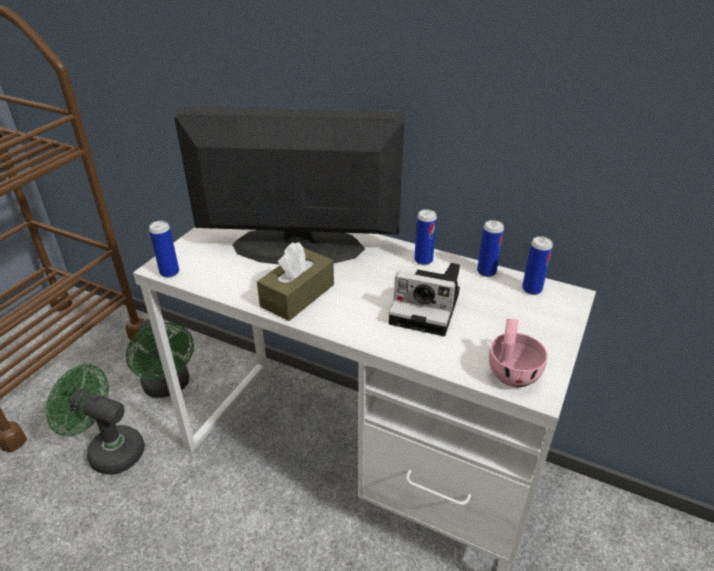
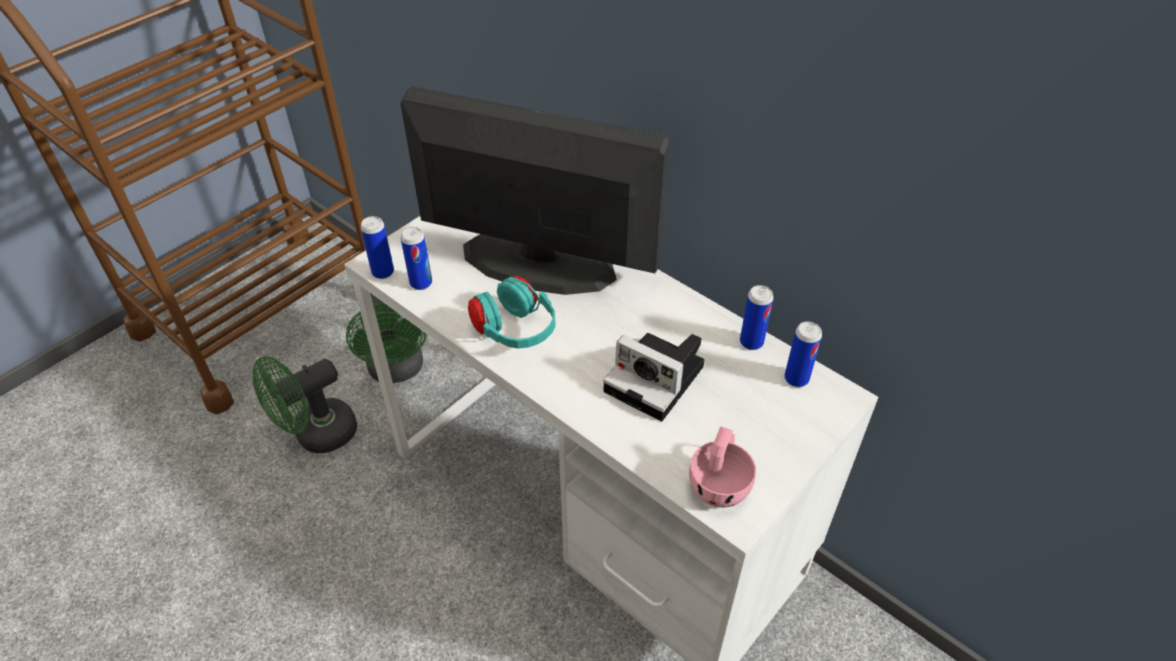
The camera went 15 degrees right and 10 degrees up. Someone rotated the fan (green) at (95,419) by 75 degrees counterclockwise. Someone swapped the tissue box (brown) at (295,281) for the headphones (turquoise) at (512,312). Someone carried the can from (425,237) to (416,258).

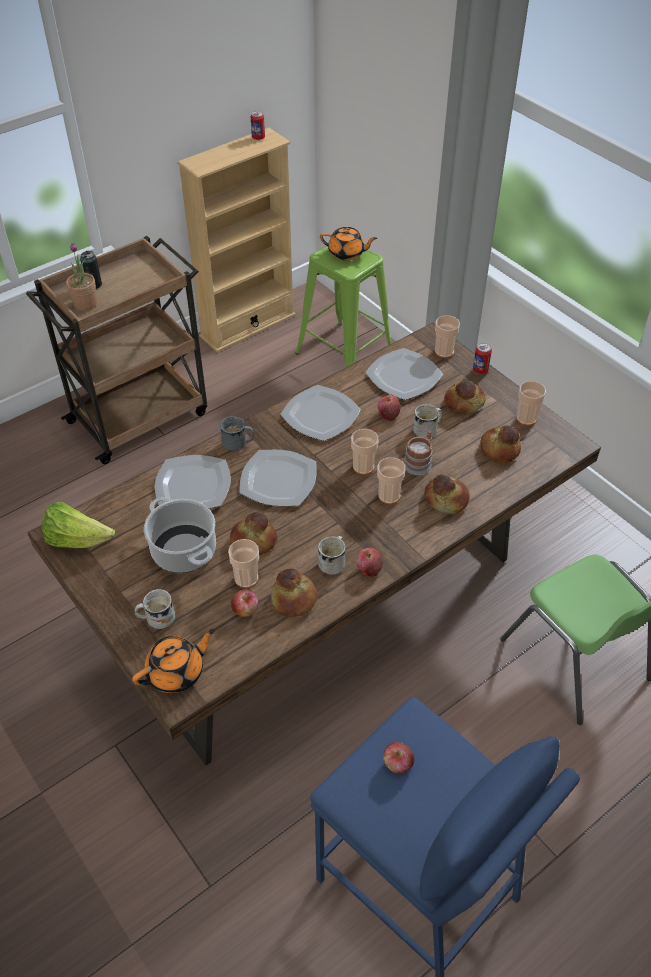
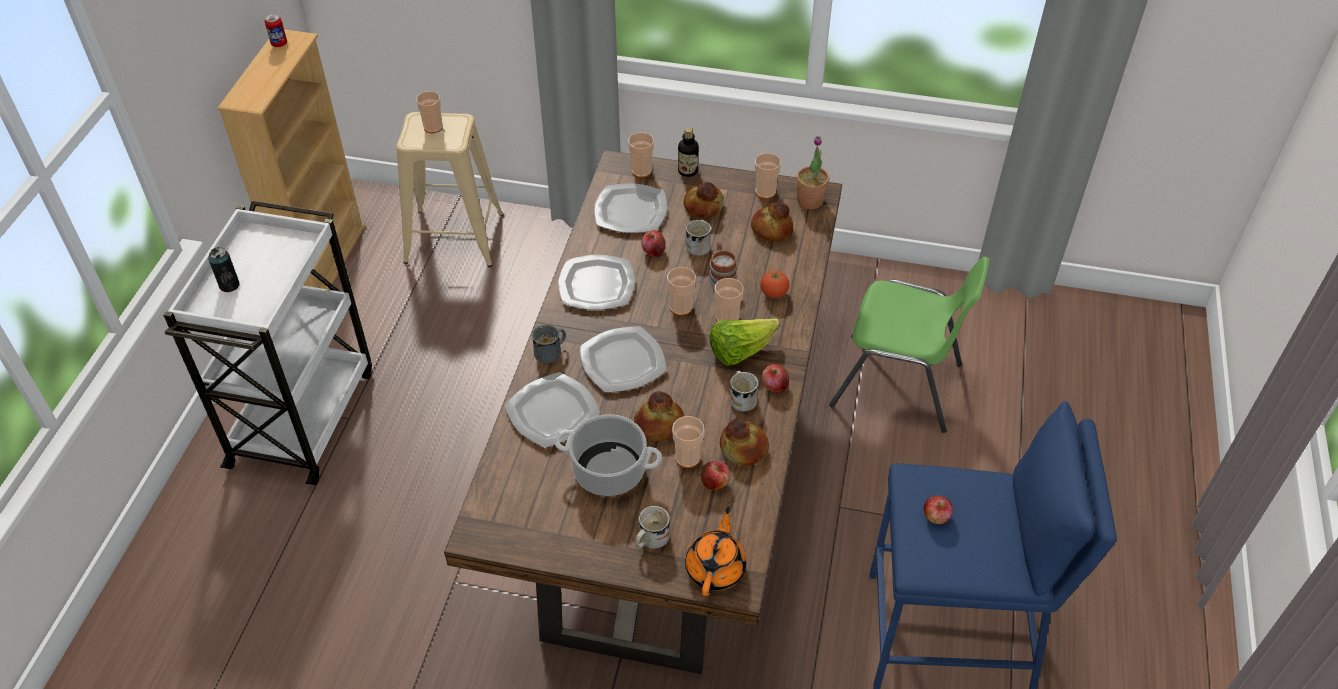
The camera went 40 degrees left and 0 degrees up. Someone repainted the cart (brown) at (116,350), which became the cart (white) at (267,343). Someone carried the lettuce from (78,525) to (744,342). Someone carried the potted plant from (81,277) to (813,172). Someone repainted the stool (green) at (343,306), which became the stool (beige) at (449,189). Someone swapped the teapot (orange) at (348,244) for the cup at (429,112). Someone swapped the bread at (447,494) for the tomato at (774,284). Someone swapped the can at (482,358) for the bottle at (688,152).

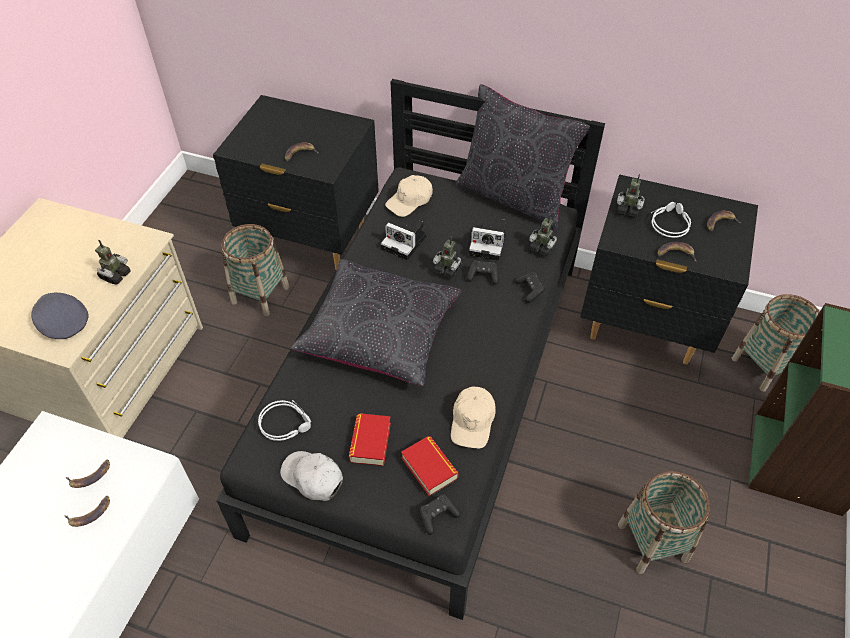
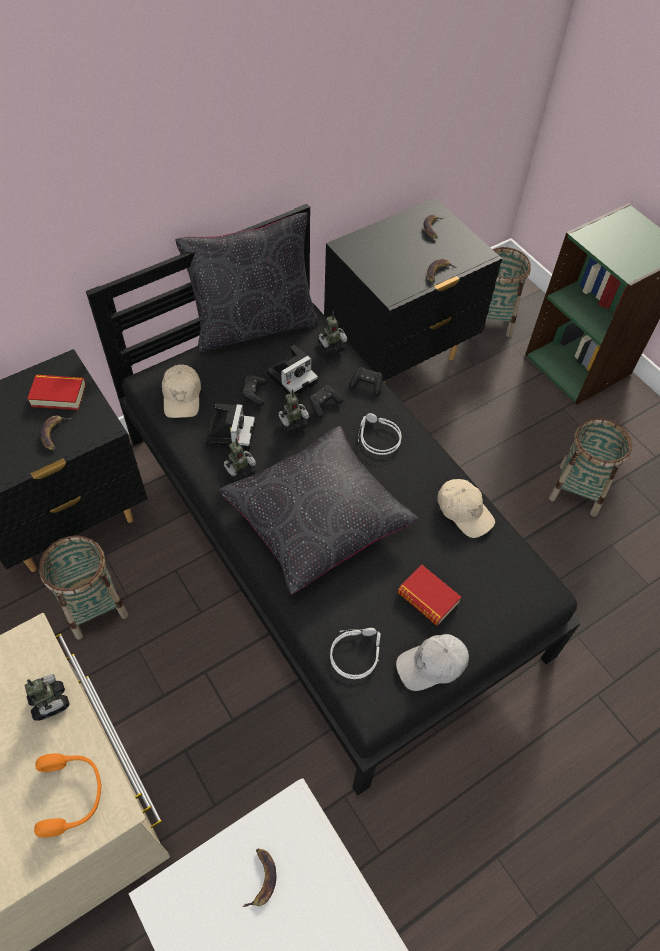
The camera went 55 degrees left and 5 degrees up. Someone swapped the cap (grey) at (60,316) for the headphones (orange) at (68,795). Someone took away the banana at (87,511). Someone rotated the photo camera at (404,240) by 60 degrees counterclockwise. Someone carried the book from (430,466) to (56,392). Someone carried the game controller (black) from (440,514) to (254,390). Someone carried the toy robot from (631,196) to (239,460). Someone carried the headphones (grey) from (671,220) to (380,434).

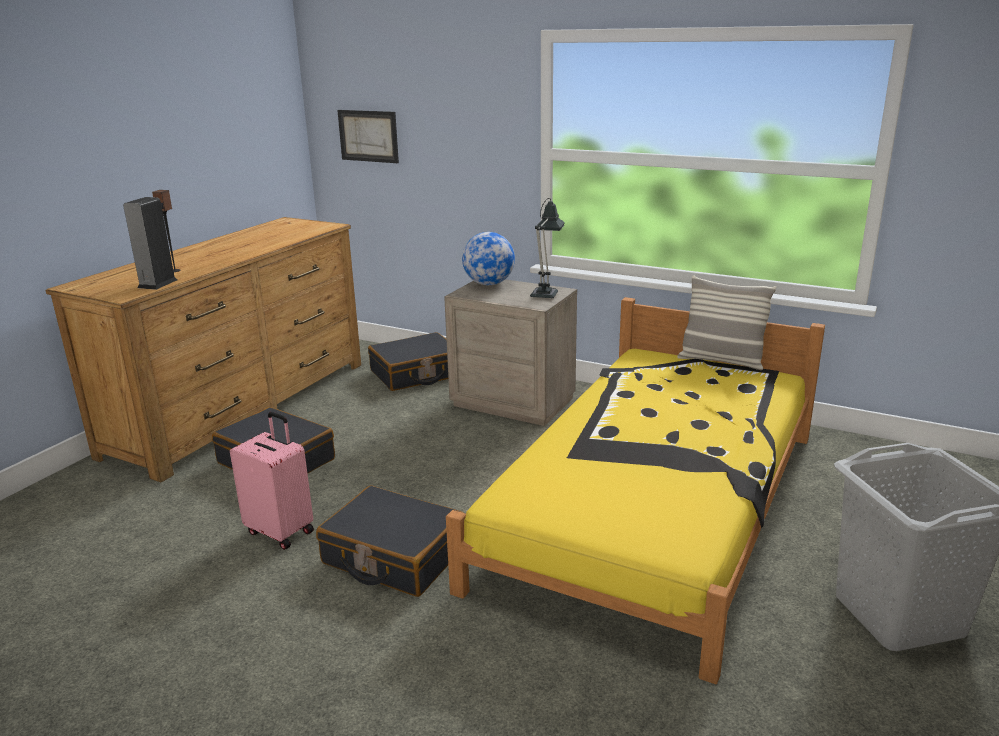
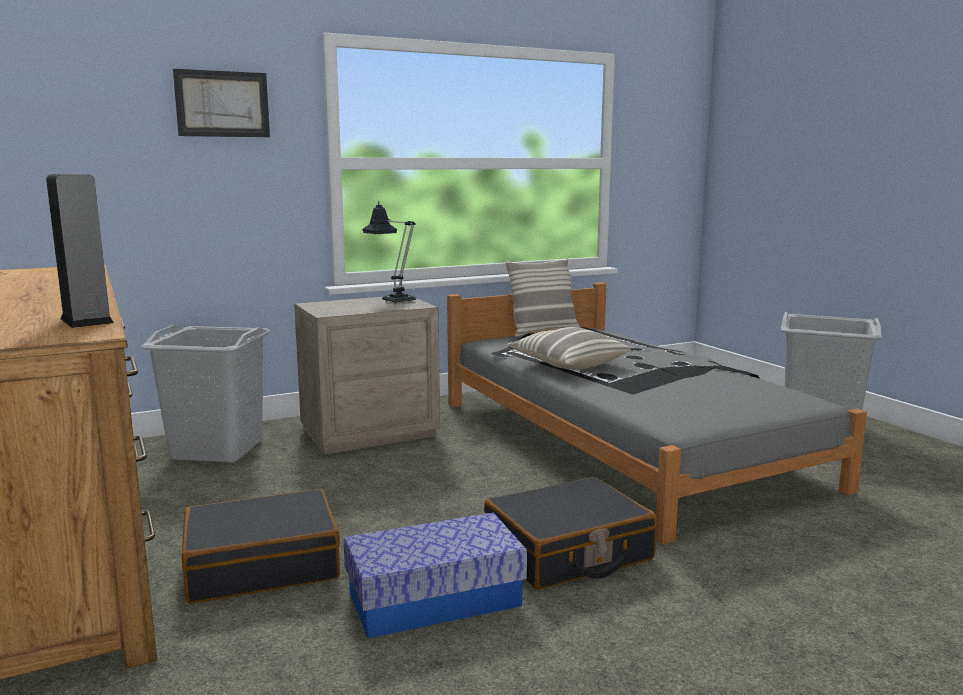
The camera went 55 degrees left and 10 degrees down. Someone took away the speaker at (166,231). Someone swapped the suitcase (pink) at (272,481) for the storage box at (435,575). Someone carried the picture from (368,136) to (221,103). Someone swapped the suitcase (black) at (408,361) for the laundry basket (grey) at (205,394). Someone repainted the bed (yellow) at (635,490), which became the bed (grey) at (657,414). Someone took away the globe at (488,258). Someone put down the pillow at (569,348).

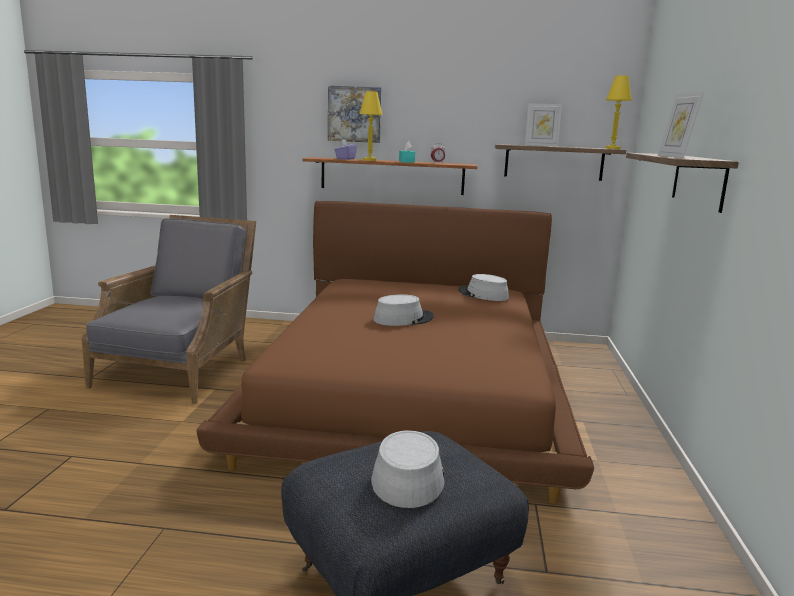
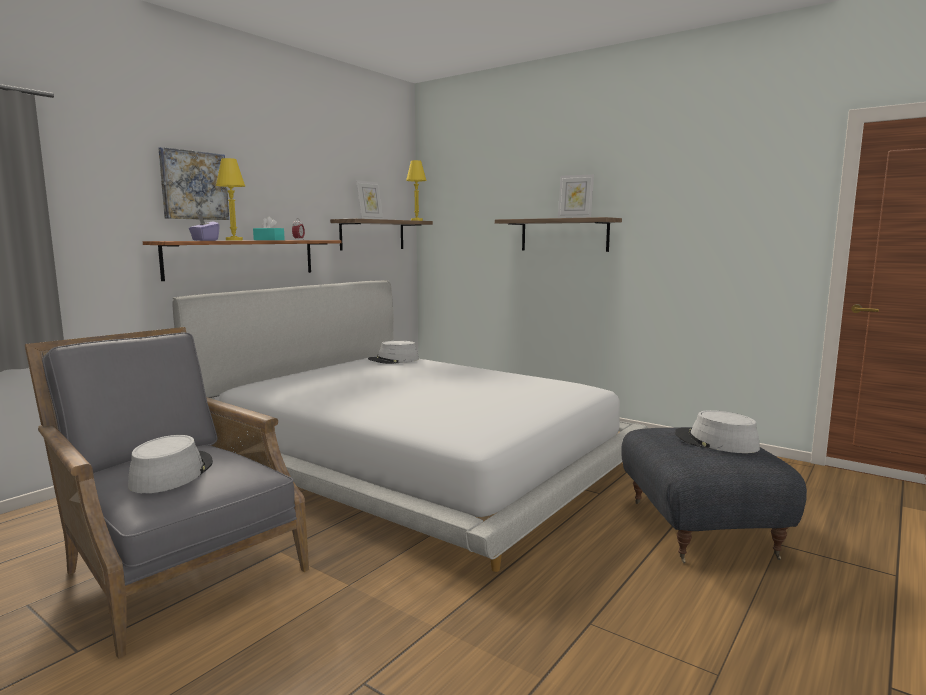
The camera went 60 degrees left and 5 degrees down. Someone repainted the bed (brown) at (395,352), which became the bed (white) at (410,426). Someone carried the hat (grey) from (404,310) to (170,464).

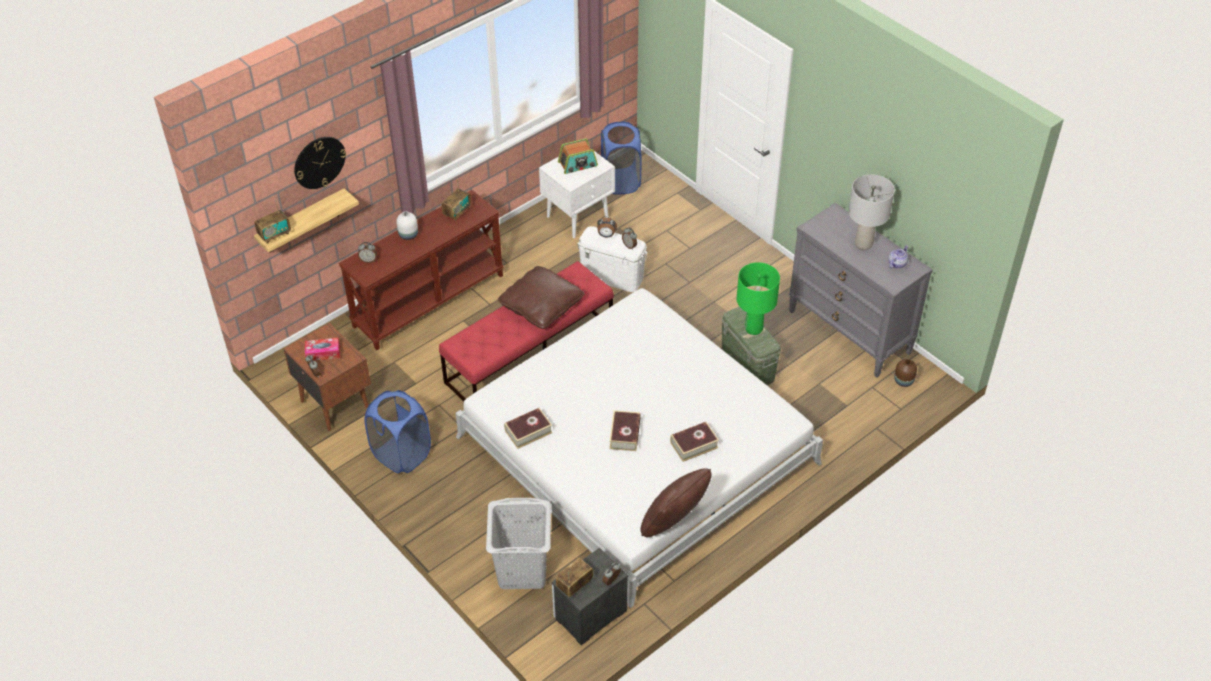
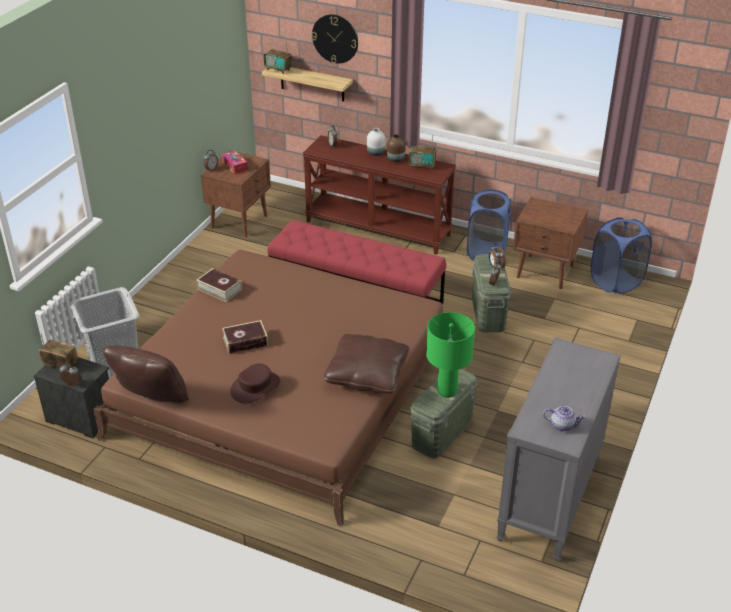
The camera went 65 degrees right and 10 degrees down. Someone carried the laundry basket (blue) from (397,431) to (489,225). Someone repainted the bed (white) at (639,448), which became the bed (brown) at (268,388). Someone carried the pillow (brown) from (541,297) to (366,364). Someone repainted the nightstand (white) at (577,194), which became the nightstand (brown) at (550,243). Someone took away the radio at (578,156). Someone repainted the storage box (white) at (612,259), which became the storage box (green) at (491,293). Someone swapped the book at (694,442) for the hat (brown) at (255,383). Someone took away the table lamp (grey) at (871,212). Someone carried the vase (brown) from (905,373) to (396,148).

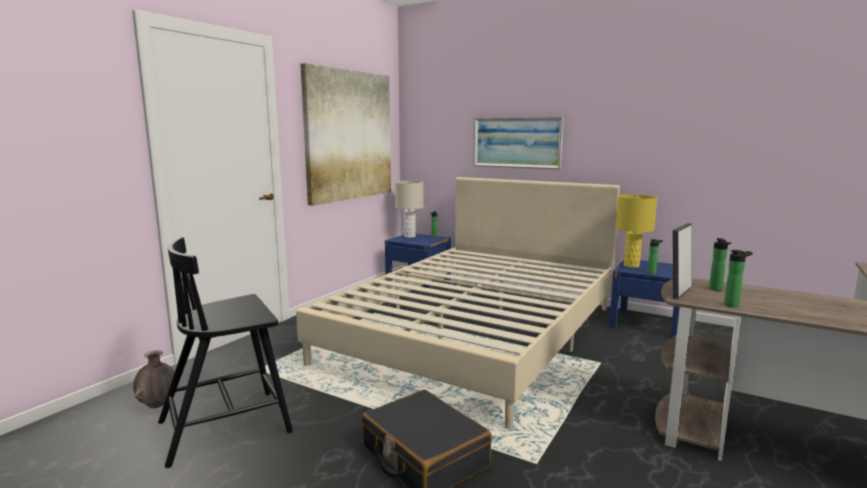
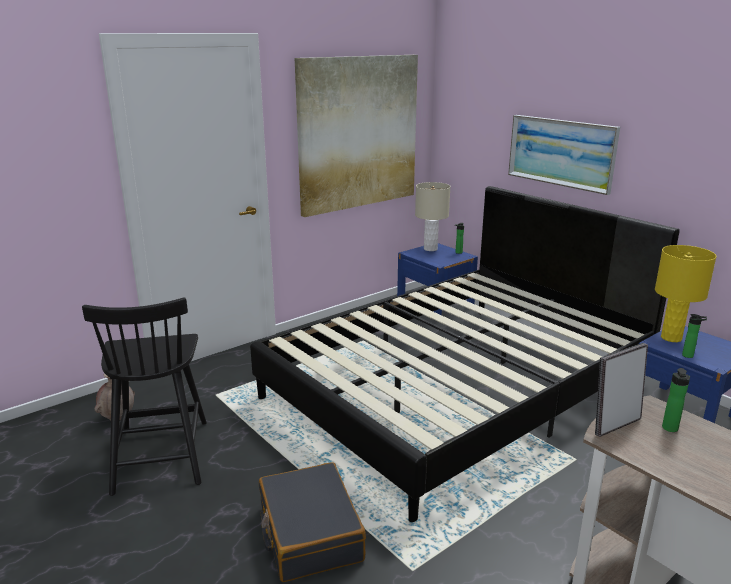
The camera went 20 degrees right and 10 degrees up. Someone rotated the chair (black) at (225,352) by 90 degrees counterclockwise. Someone repainted the bed (beige) at (458,303), which became the bed (black) at (465,354). Someone took away the bottle at (738,278).

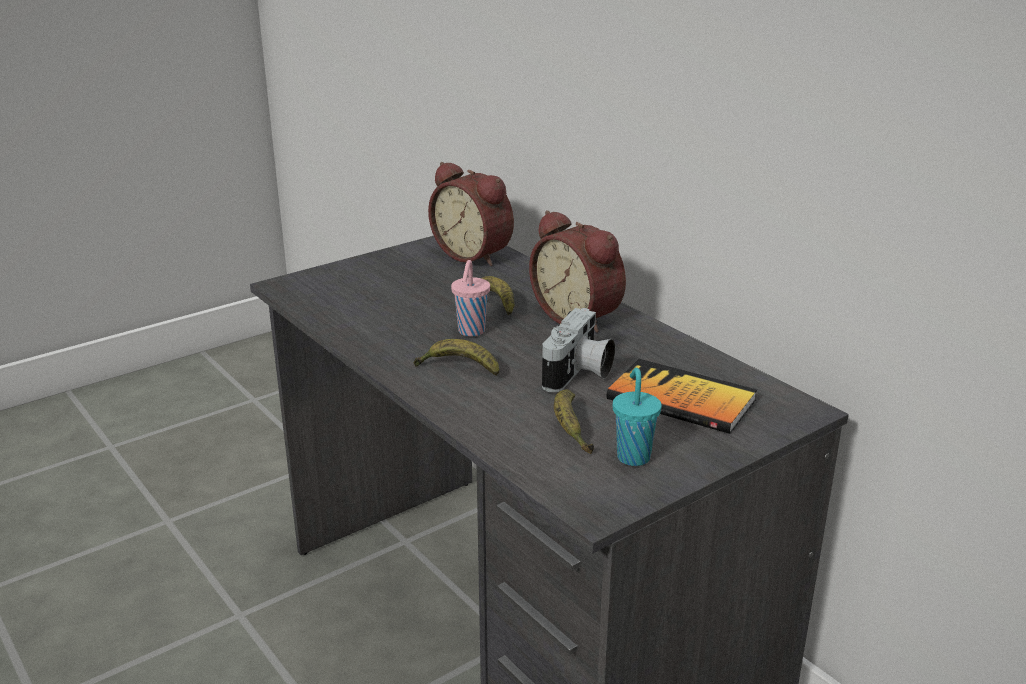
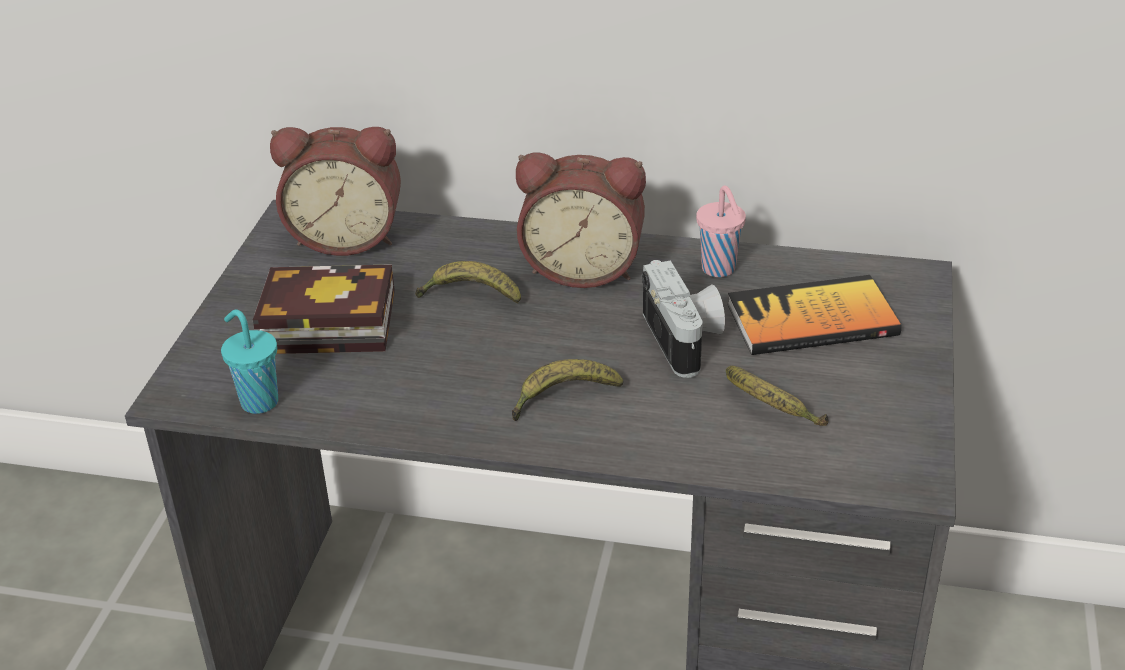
The camera went 40 degrees left and 10 degrees up. Someone carried the cup (pink) from (470,298) to (721,231). Someone carried the cup (turquoise) from (637,417) to (249,362). Someone put down the book at (324,309).

